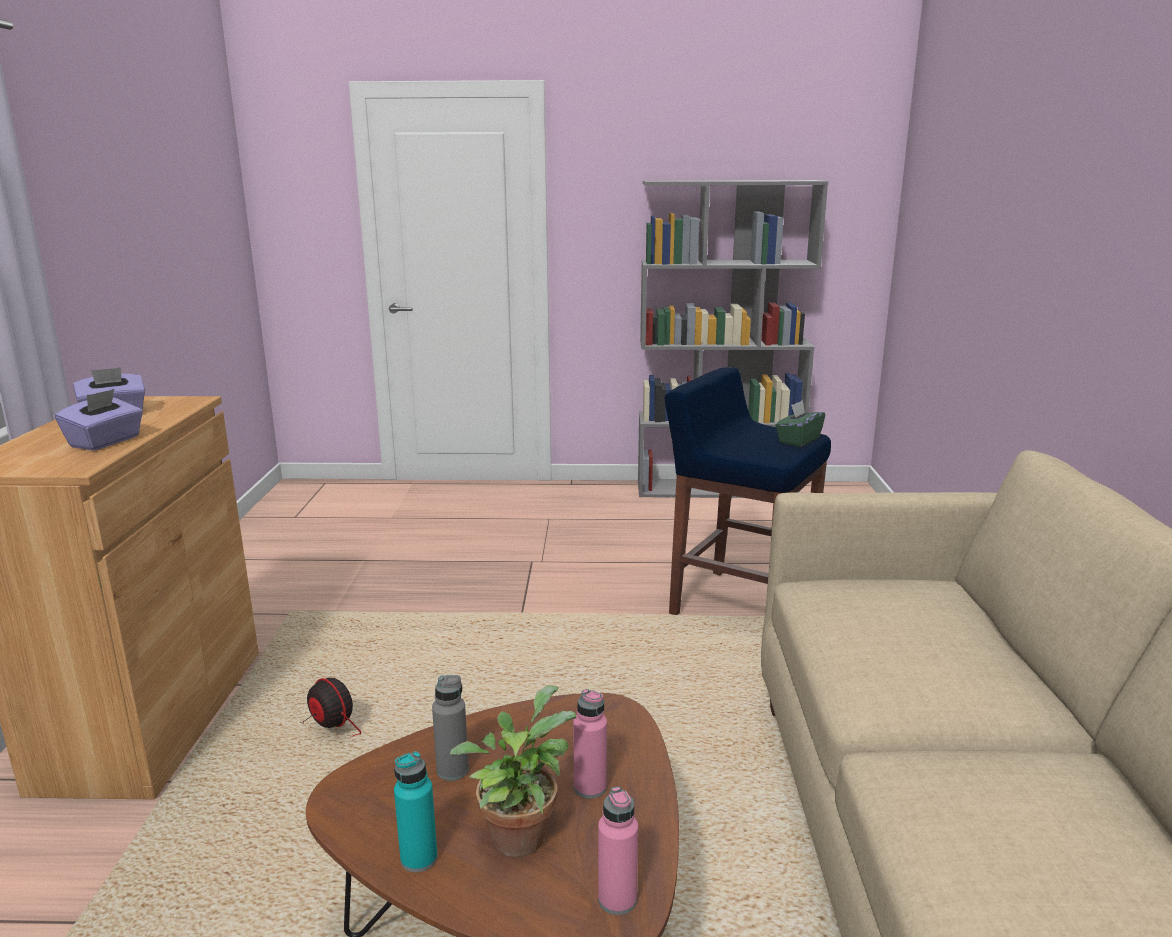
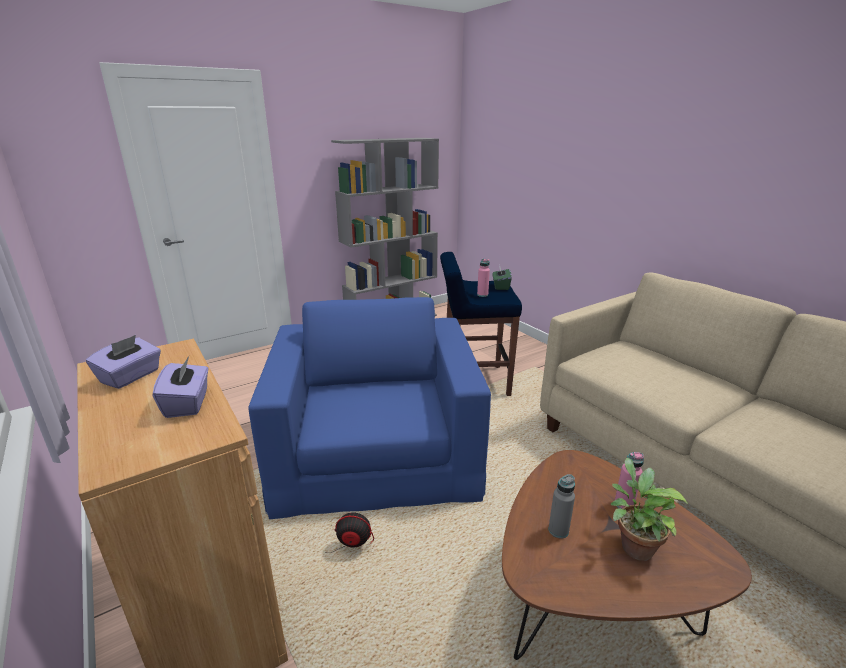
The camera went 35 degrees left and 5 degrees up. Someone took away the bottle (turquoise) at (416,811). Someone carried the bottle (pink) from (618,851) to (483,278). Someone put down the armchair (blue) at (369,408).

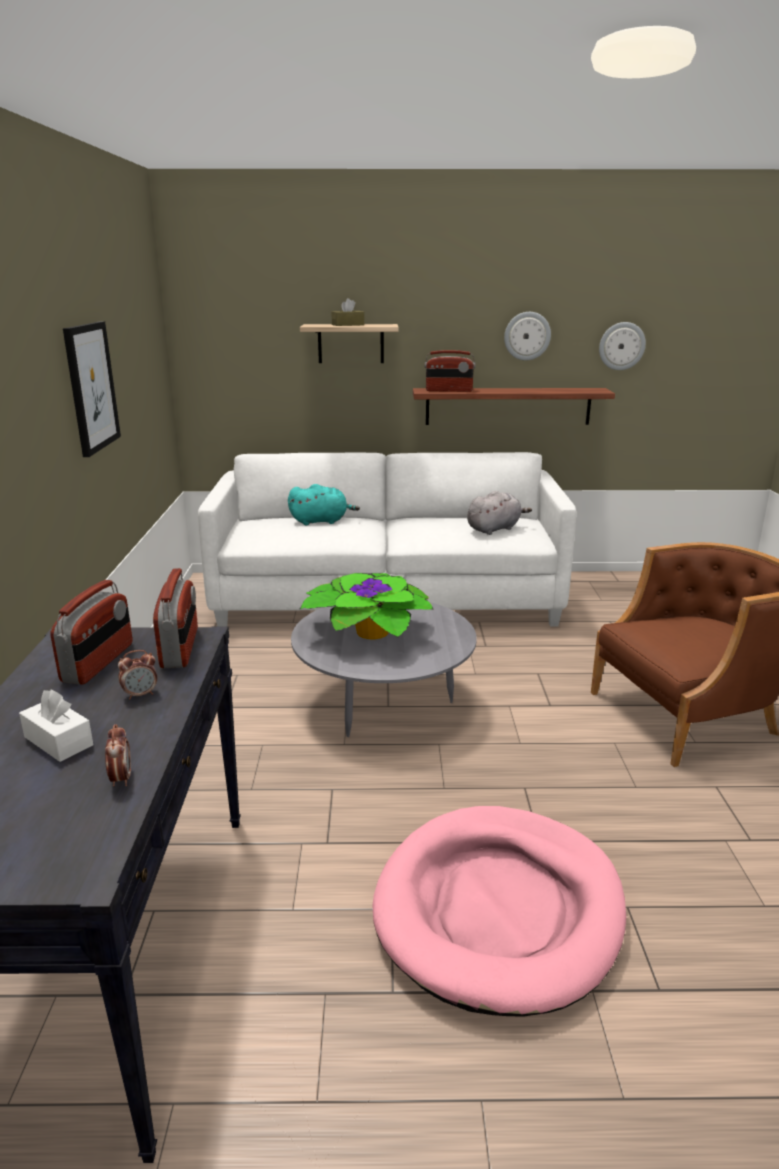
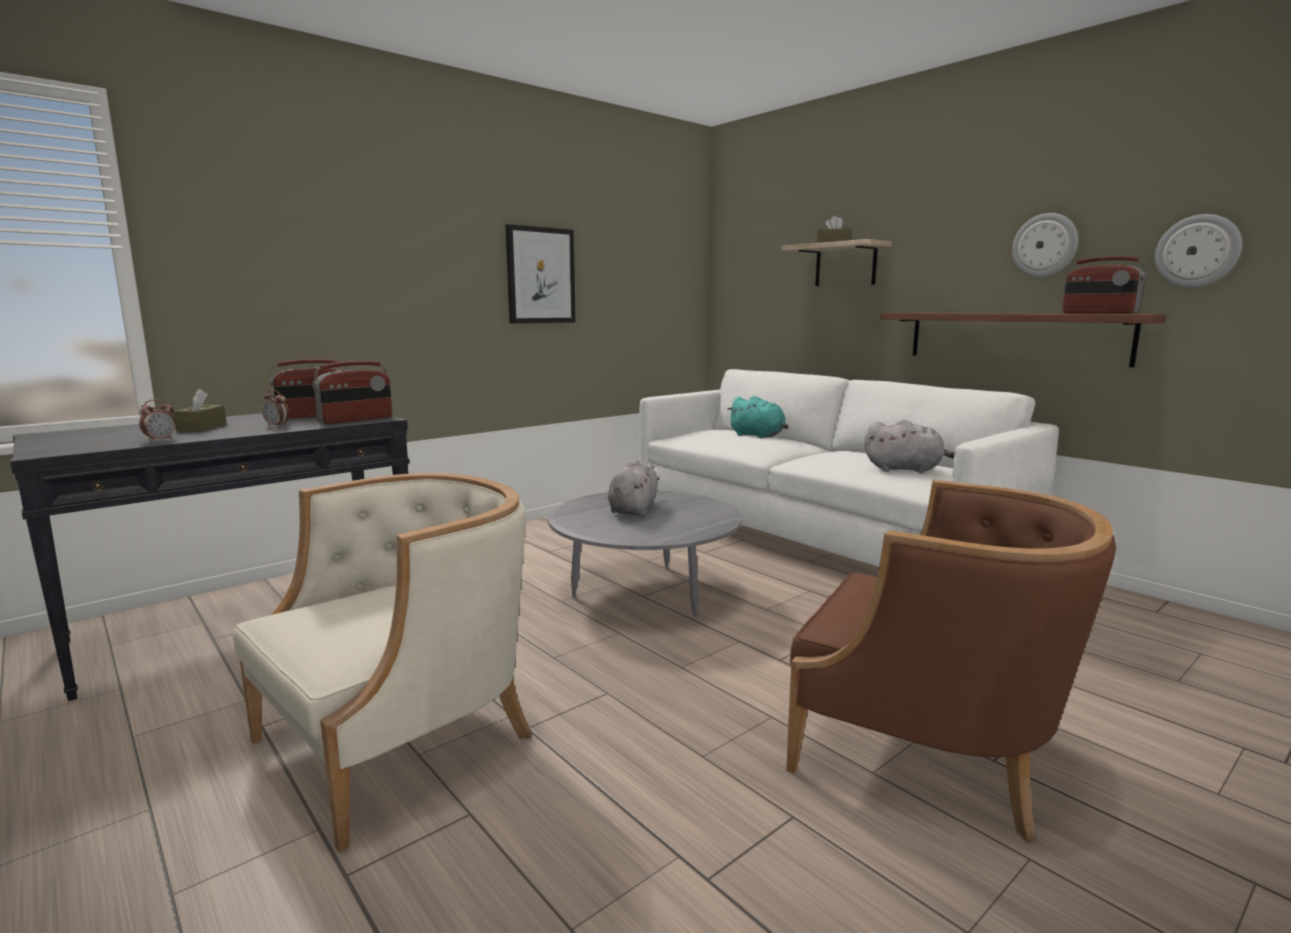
The camera went 50 degrees right and 10 degrees down. Someone repainted the tissue box (white) at (56,725), which became the tissue box (brown) at (200,410). Someone swapped the potted plant at (366,606) for the plush toy (grey) at (633,487). Someone swapped the dog bed (pink) at (499,911) for the armchair (beige) at (382,663). Someone carried the radio from (450,371) to (1104,285).

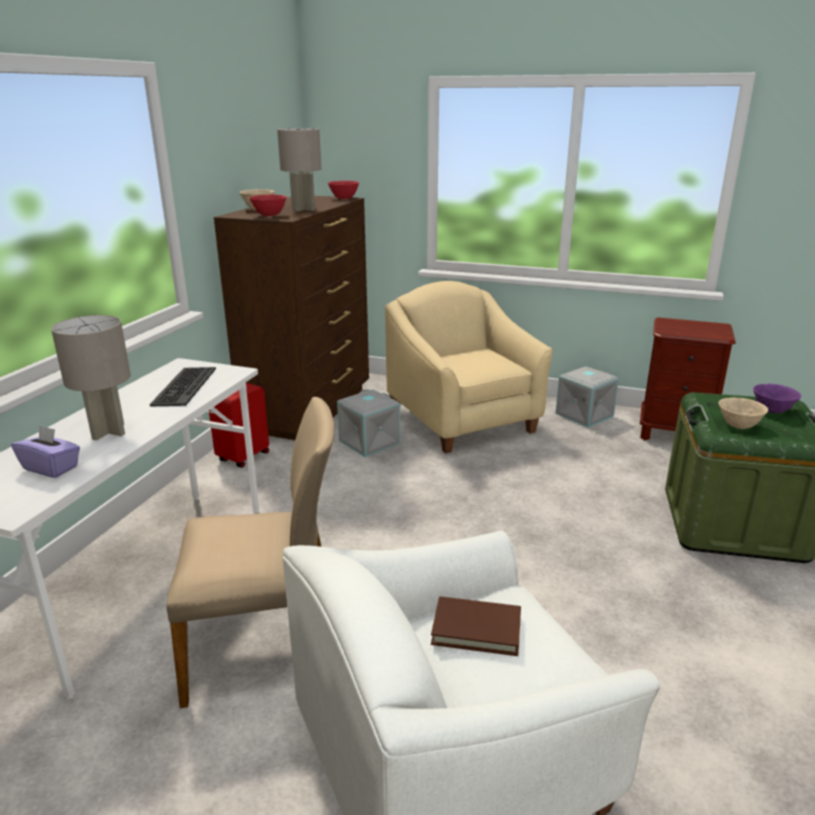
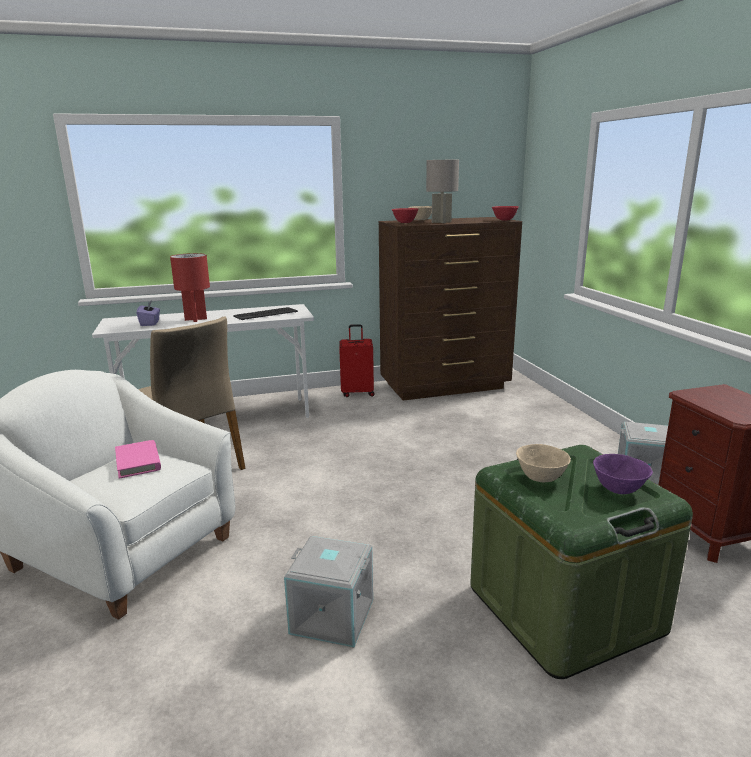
The camera went 55 degrees right and 5 degrees down. Someone repainted the table lamp (grey) at (91,377), which became the table lamp (red) at (190,287). Someone carried the storage box (grey) from (369,423) to (328,591). Someone took away the armchair (beige) at (469,367). Someone repainted the book (brown) at (476,626), which became the book (pink) at (138,459).

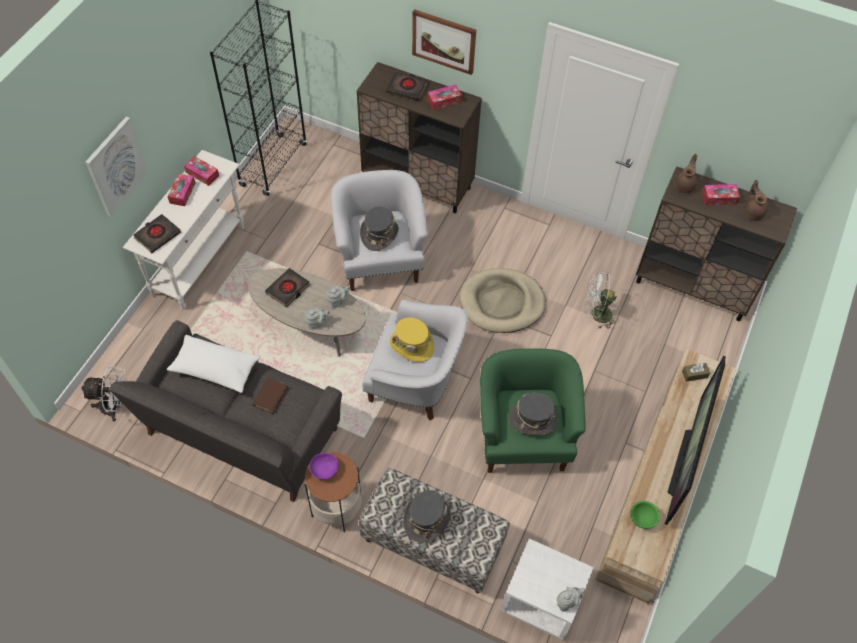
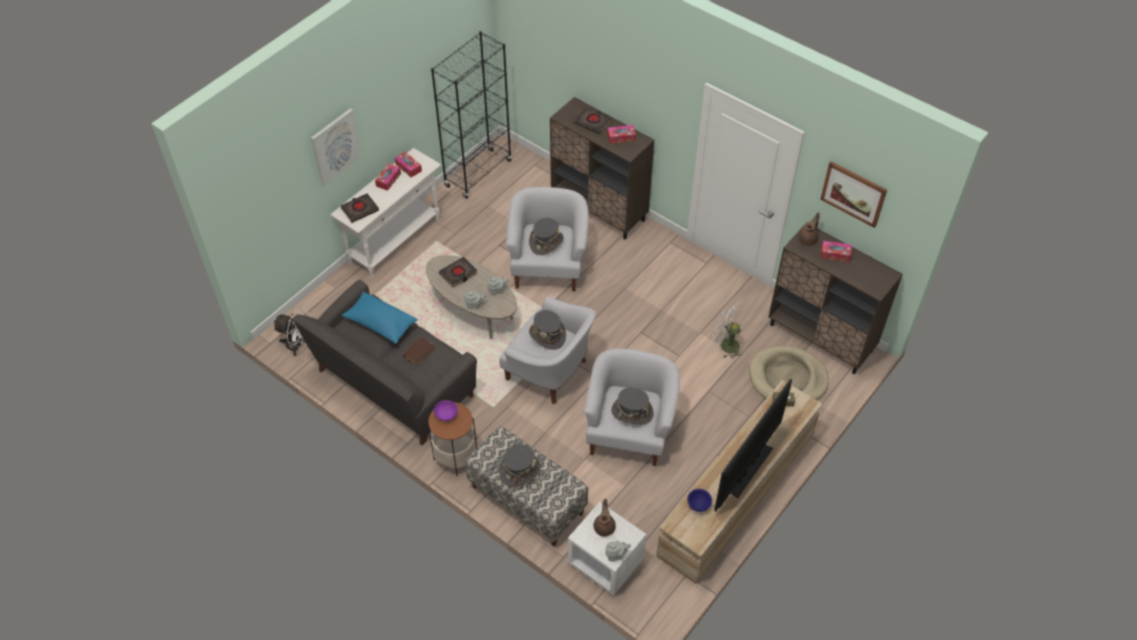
The camera went 15 degrees right and 5 degrees down. Someone repainted the pillow (white) at (213,364), which became the pillow (blue) at (380,318). Someone repainted the hat (yellow) at (412,339), which became the hat (grey) at (547,330). Someone carried the picture from (444,42) to (853,195). Someone carried the dog bed (beige) from (502,300) to (789,373). Someone repainted the armchair (green) at (533,410), which became the armchair (white) at (632,407). Someone repainted the bowl (green) at (645,515), which became the bowl (blue) at (699,500). Someone carried the teapot (brown) from (755,200) to (605,518).

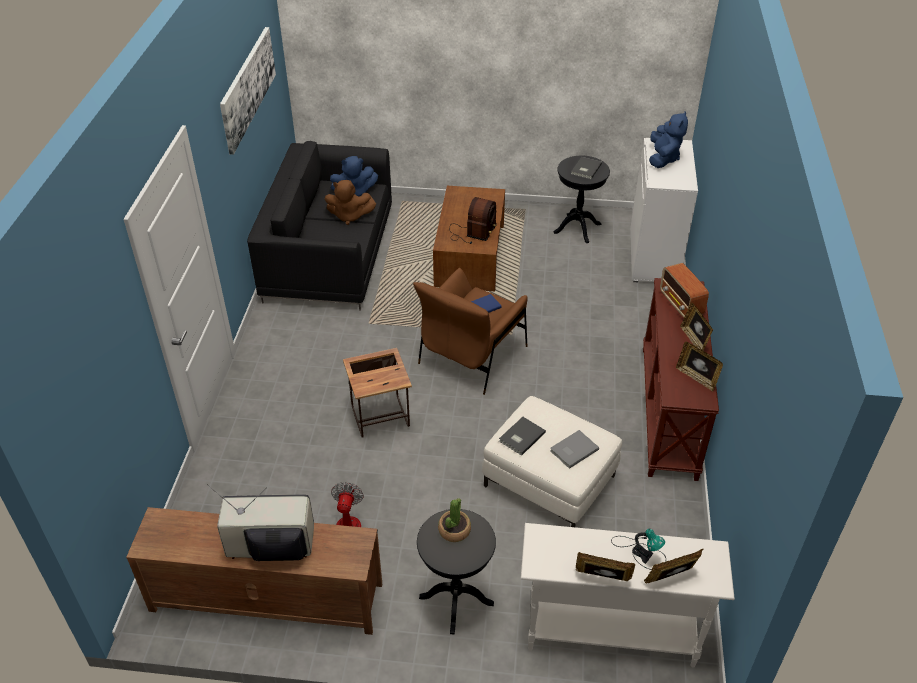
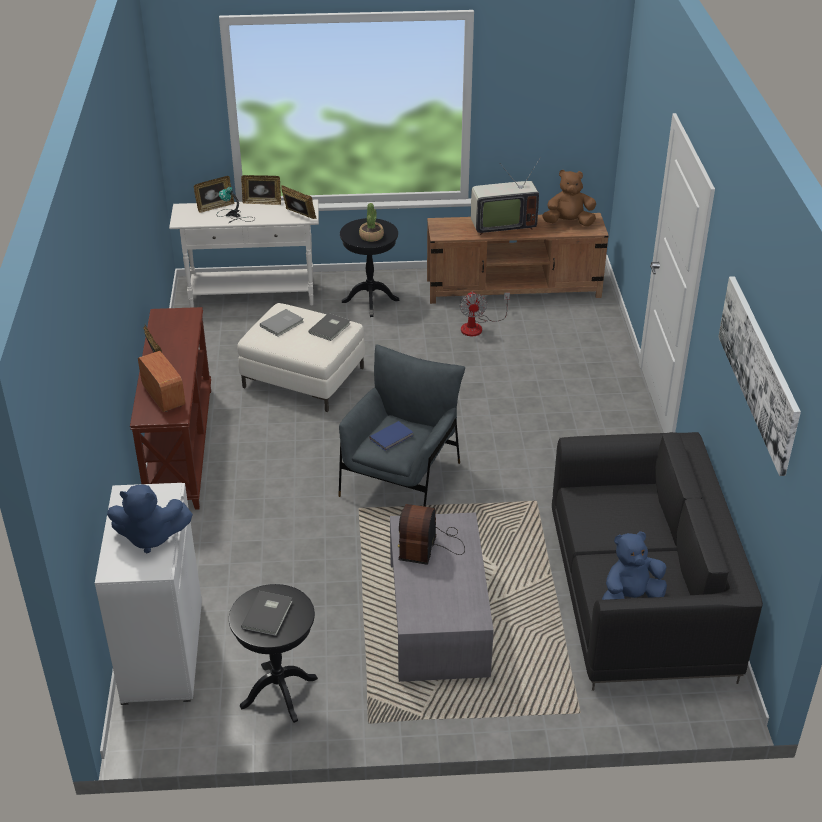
The camera went 170 degrees right and 5 degrees down. Someone carried the plush toy (brown) from (350,202) to (569,198). Someone took away the side table at (377,393). Someone repainted the armchair (brown) at (470,331), which became the armchair (grey) at (401,425). Someone repainted the coffee table (brown) at (469,238), which became the coffee table (grey) at (442,597). Someone rotated the plush toy (blue) at (668,140) by 90 degrees counterclockwise. Someone carried the picture frame from (699,367) to (298,202).

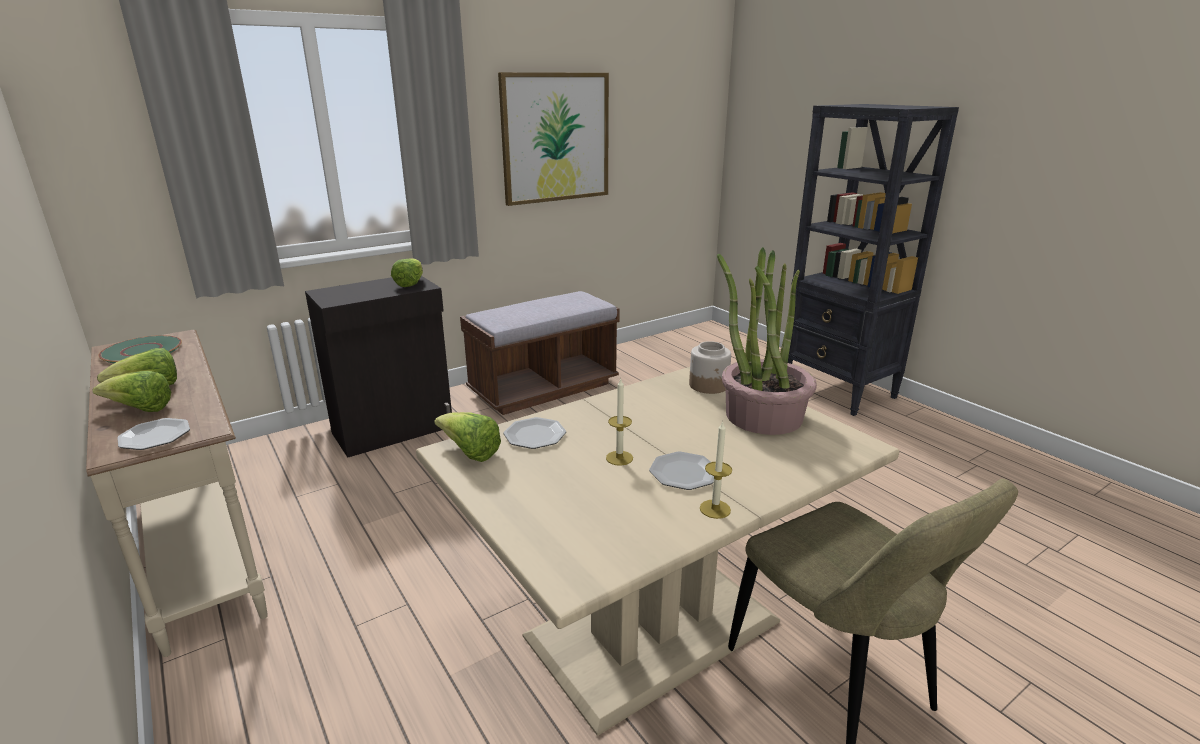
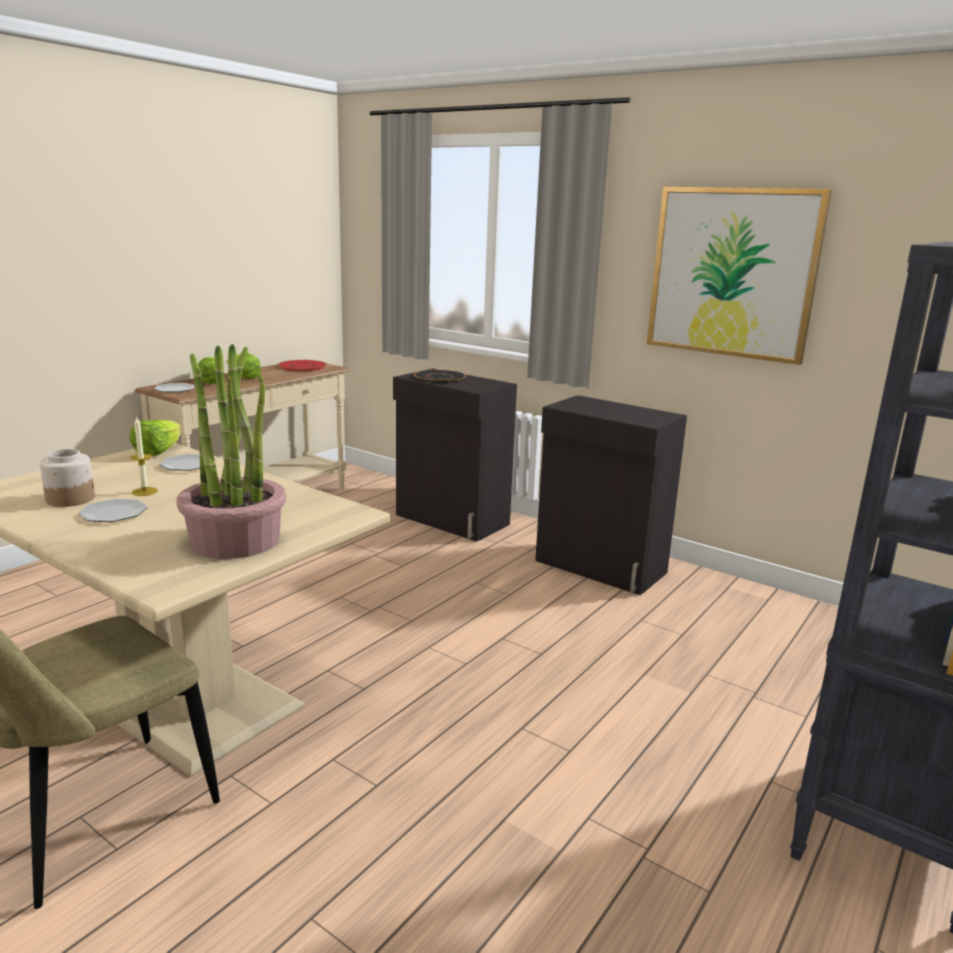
The camera went 70 degrees right and 5 degrees down. Someone repainted the plate (green) at (140,349), which became the plate (red) at (302,365). Someone took away the lettuce at (407,272). Someone swapped the bench (brown) at (539,353) for the cabinet (black) at (611,495). Someone carried the jar from (710,367) to (67,478). Someone took away the candle at (716,470). Someone put down the plate (black) at (439,376).

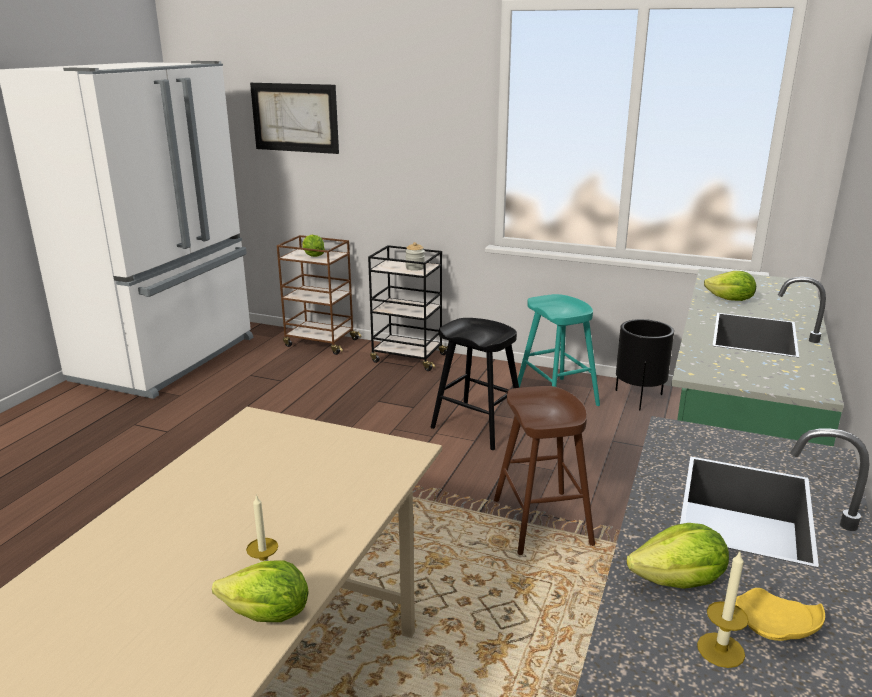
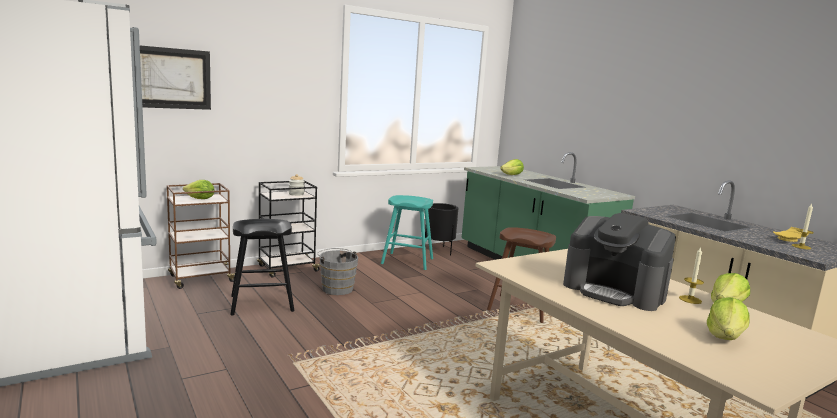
The camera went 55 degrees left and 10 degrees down. Someone carried the stool (black) from (475,384) to (262,267). Someone carried the lettuce from (678,556) to (728,318). Someone put down the bucket (grey) at (337,271). Someone put down the coffee machine at (619,262).

